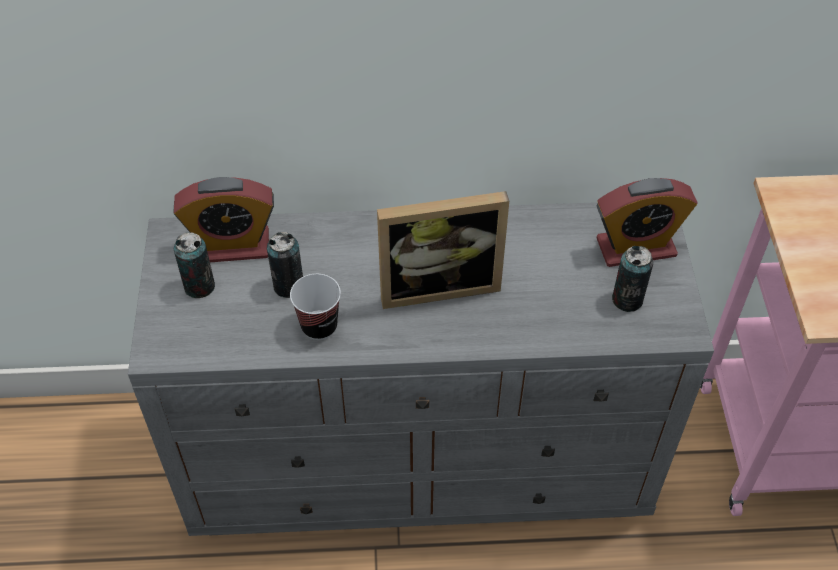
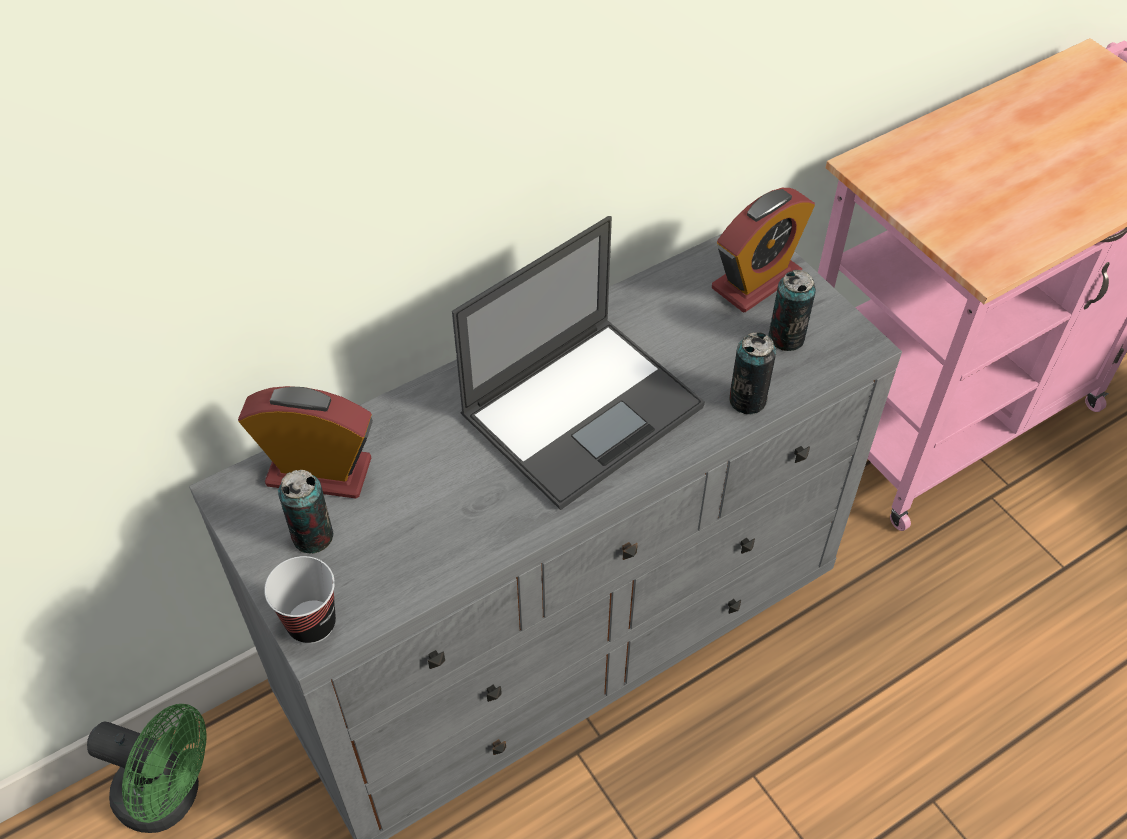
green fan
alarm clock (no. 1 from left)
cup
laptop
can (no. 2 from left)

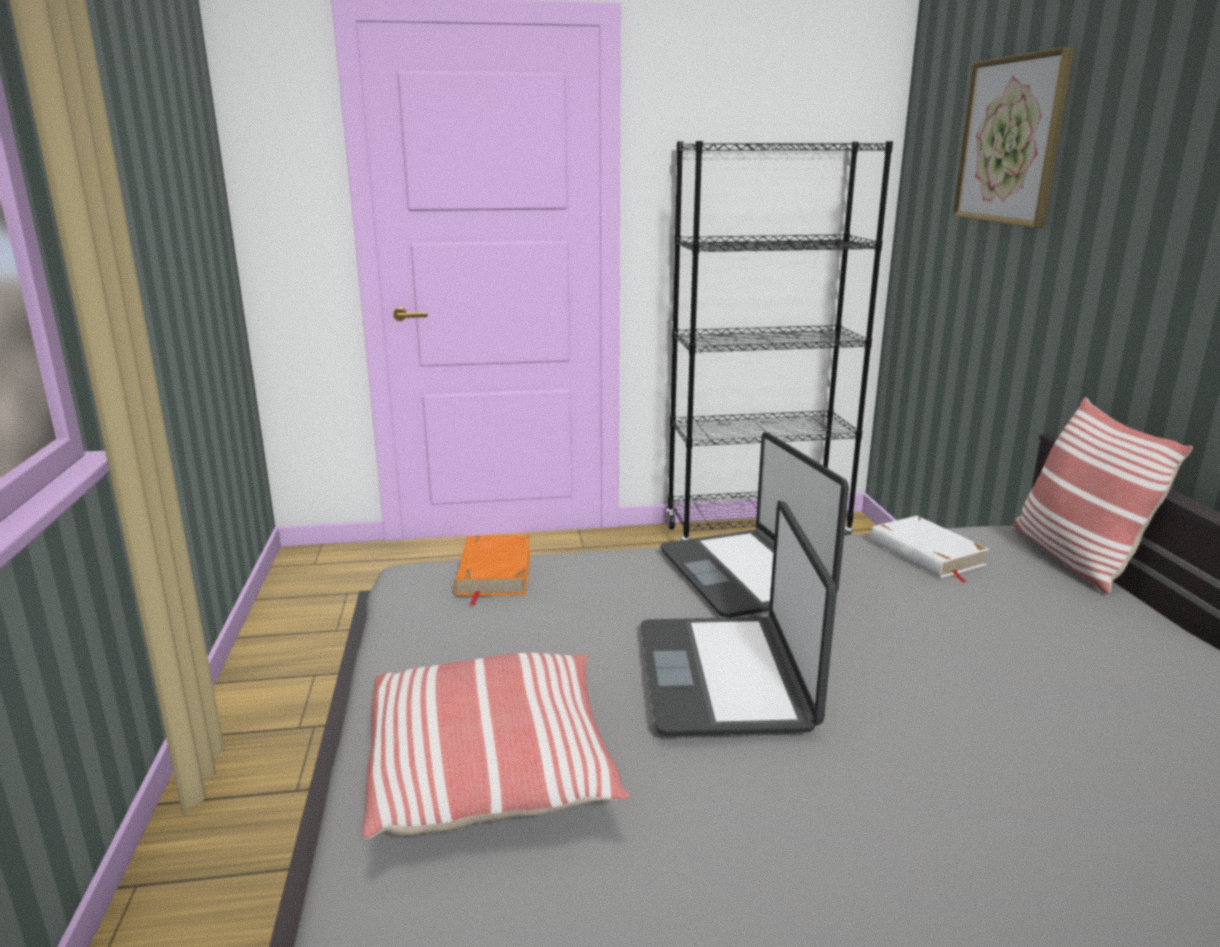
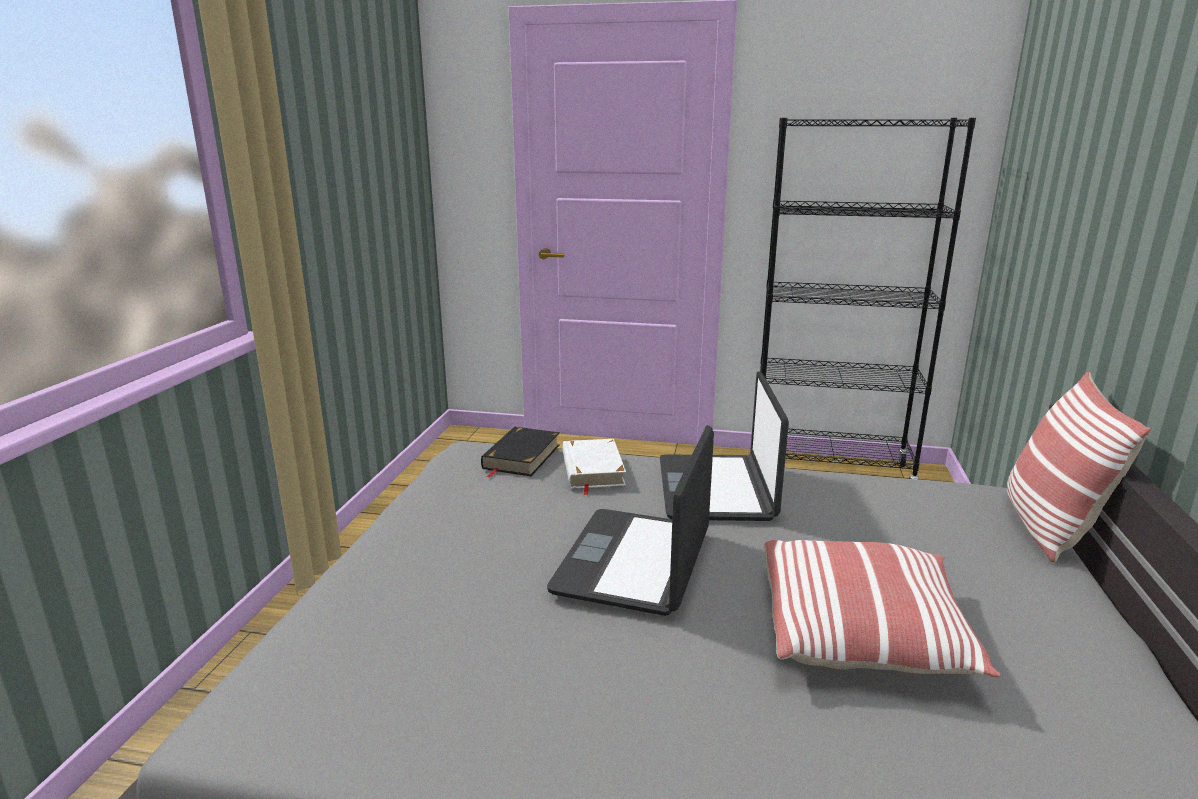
black book
white book
pillow (no. 1 from left)
picture

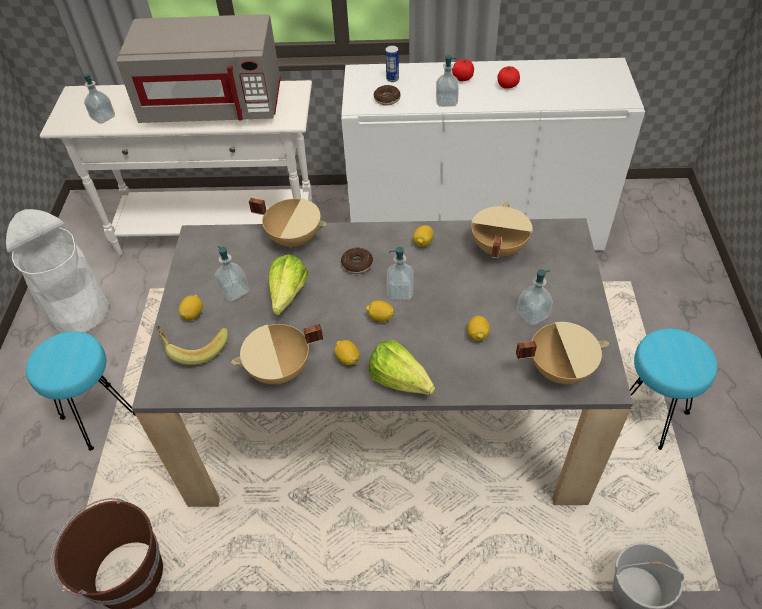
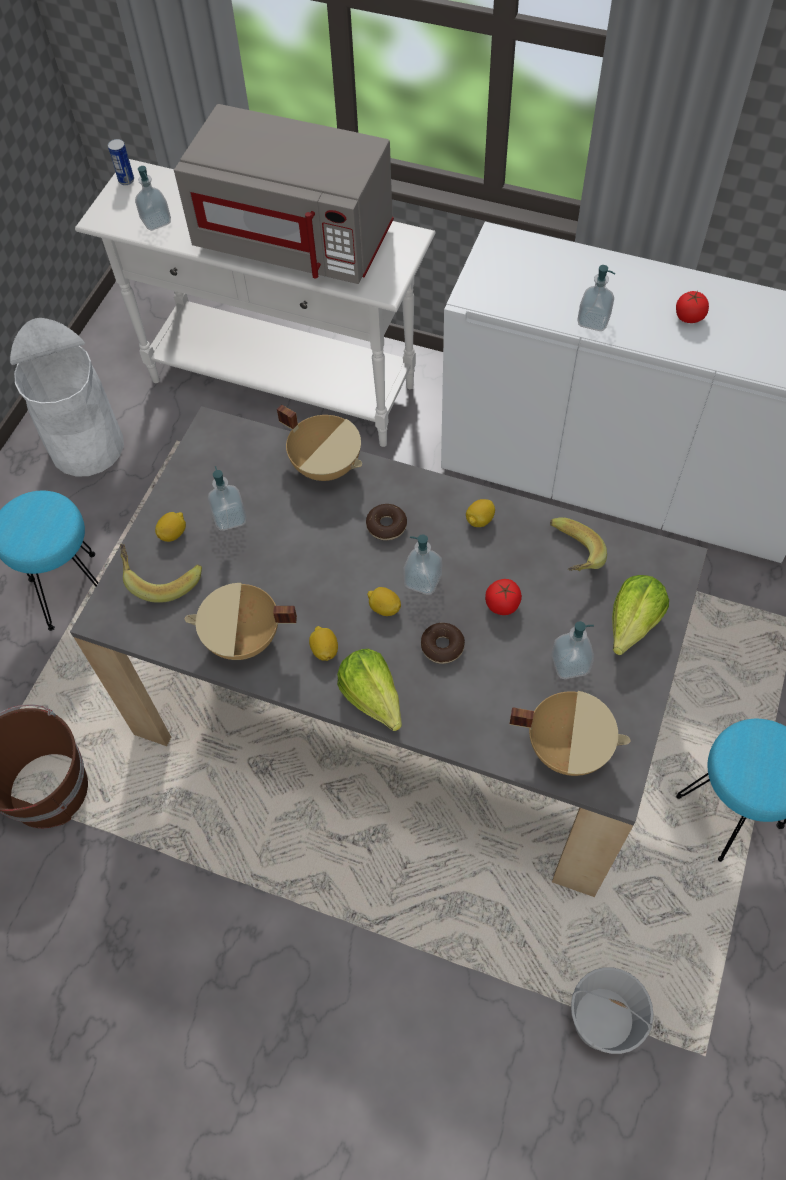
can
donut (no. 2 from left)
tomato (no. 1 from left)
banana (no. 2 from left)
lettuce (no. 2 from left)
lemon (no. 5 from left in the first image)

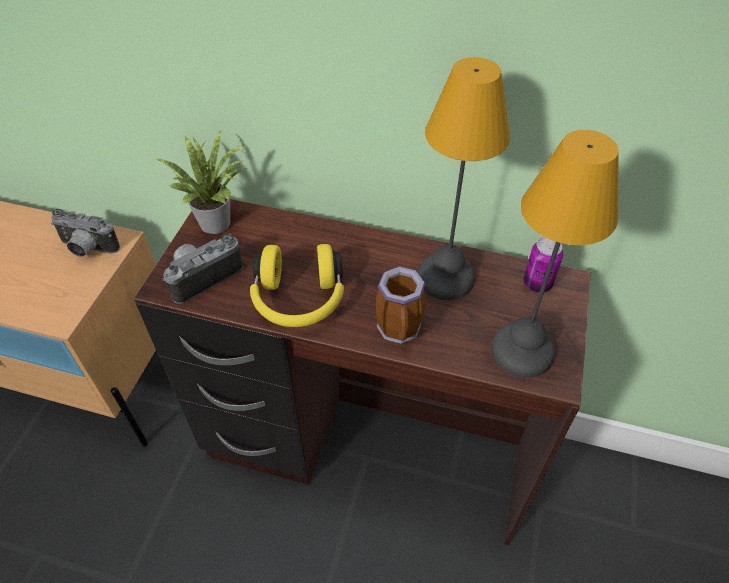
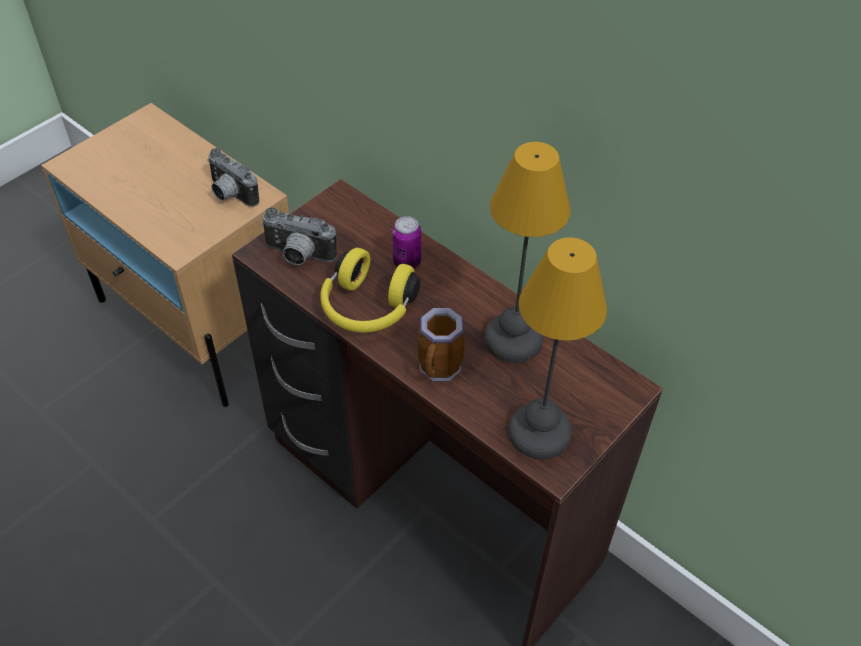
photo camera (no. 2 from left)
can
potted plant

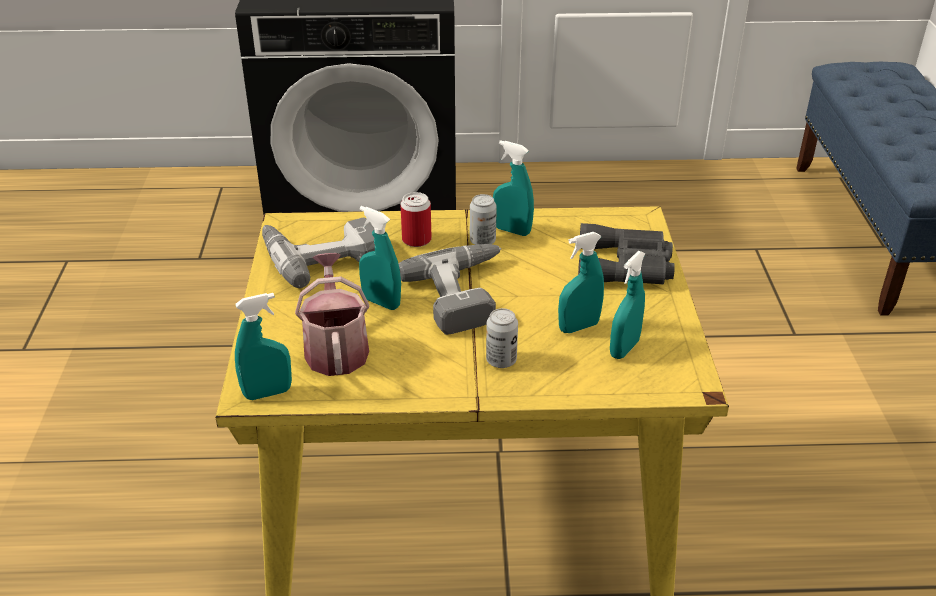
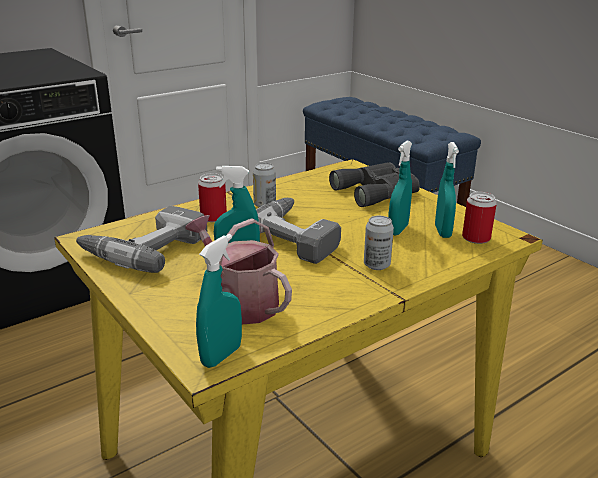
can (no. 4 from left)
turquoise spray bottle (no. 3 from left in the first image)

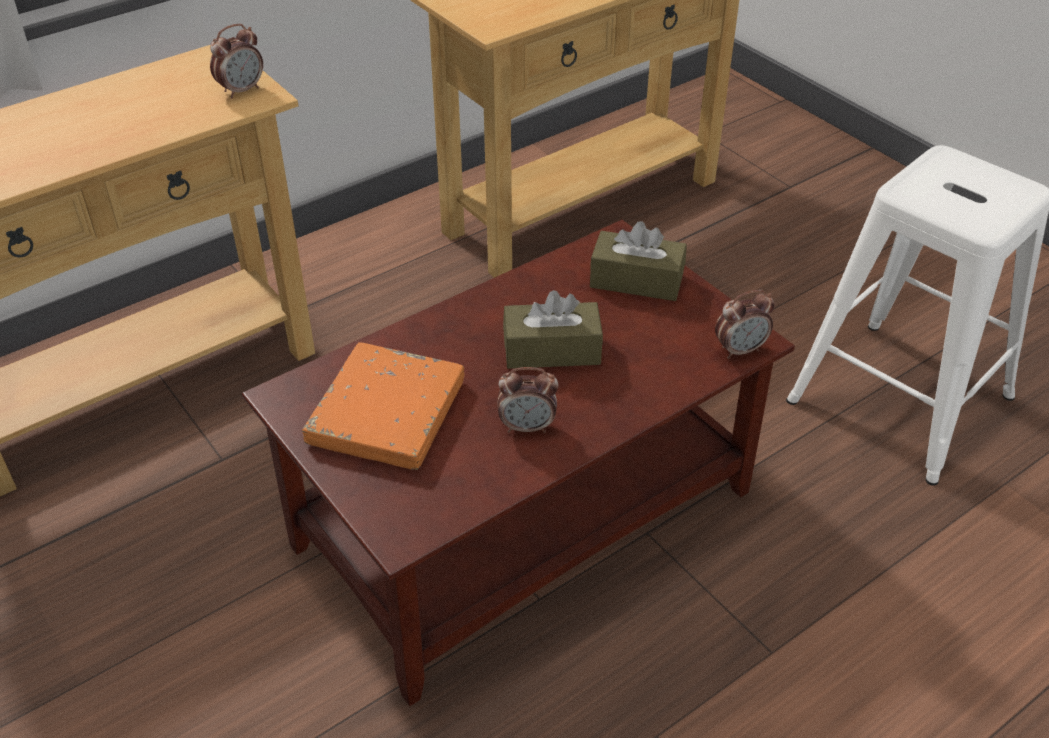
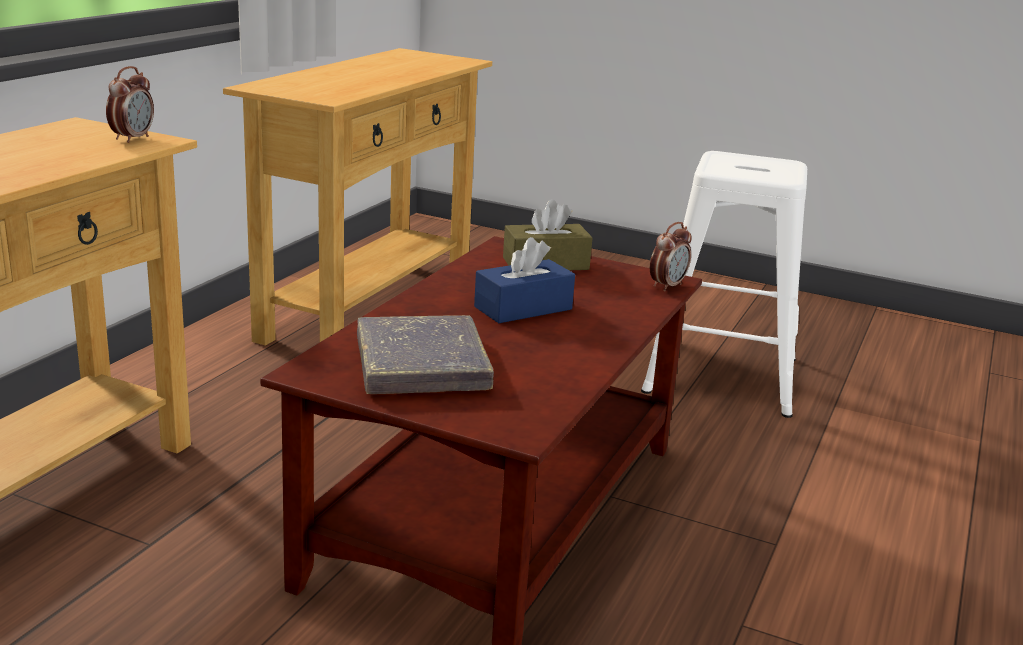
grey book
blue tissue box
alarm clock (no. 2 from left in the first image)

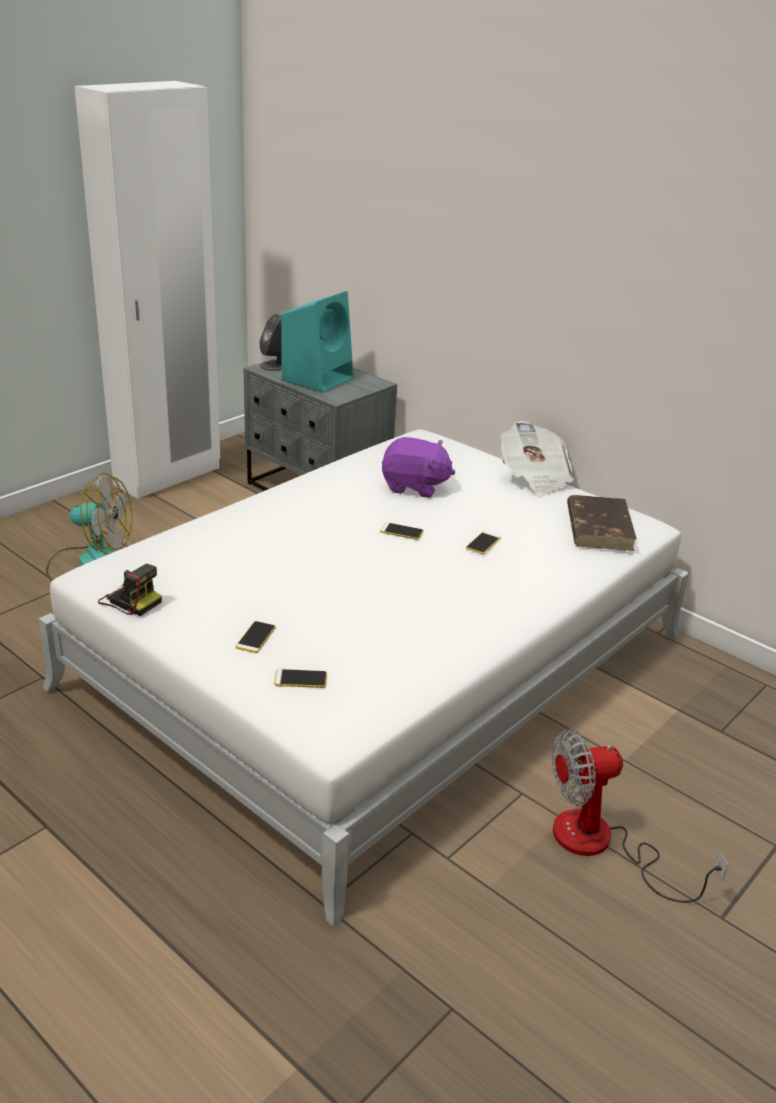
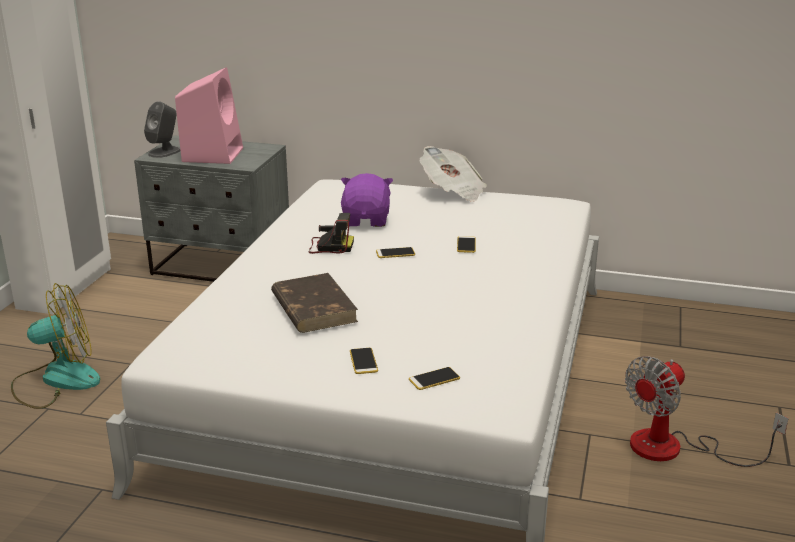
pink speaker
brown book
photo camera
purple plush toy

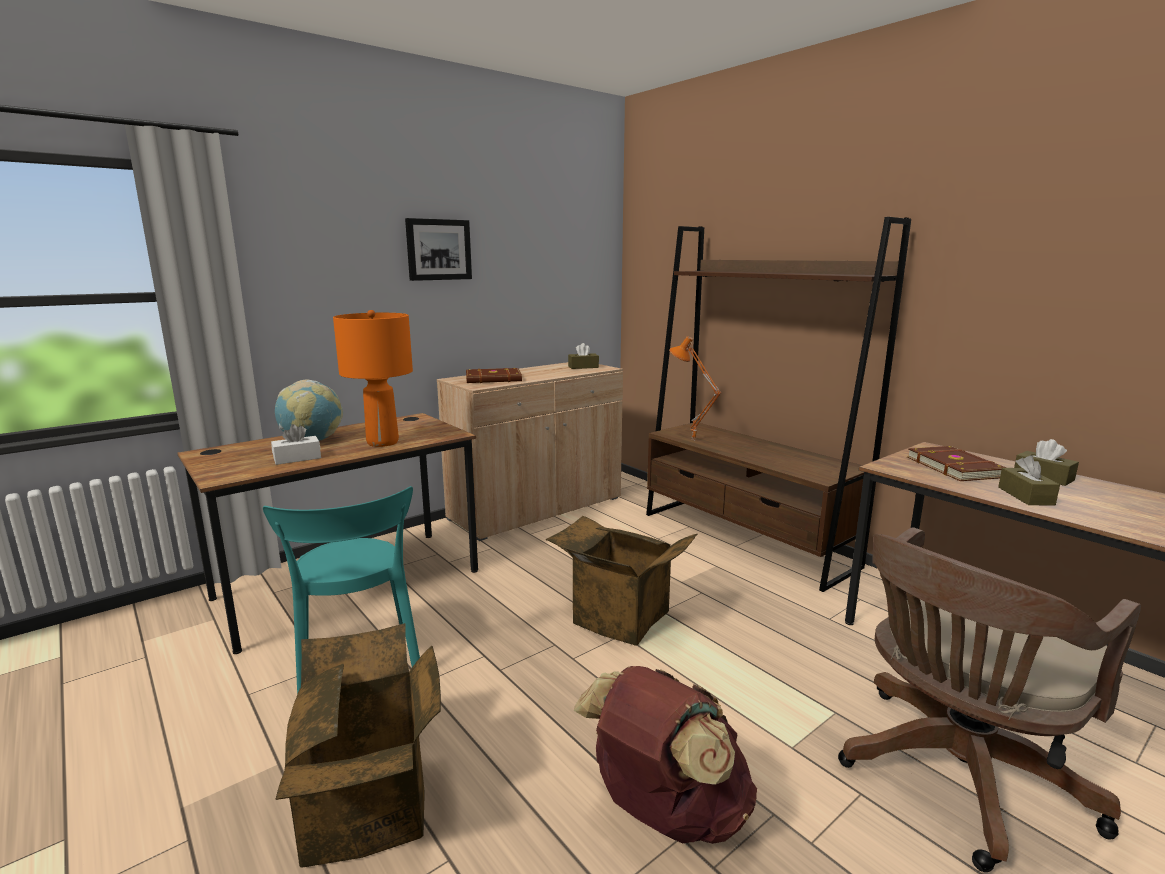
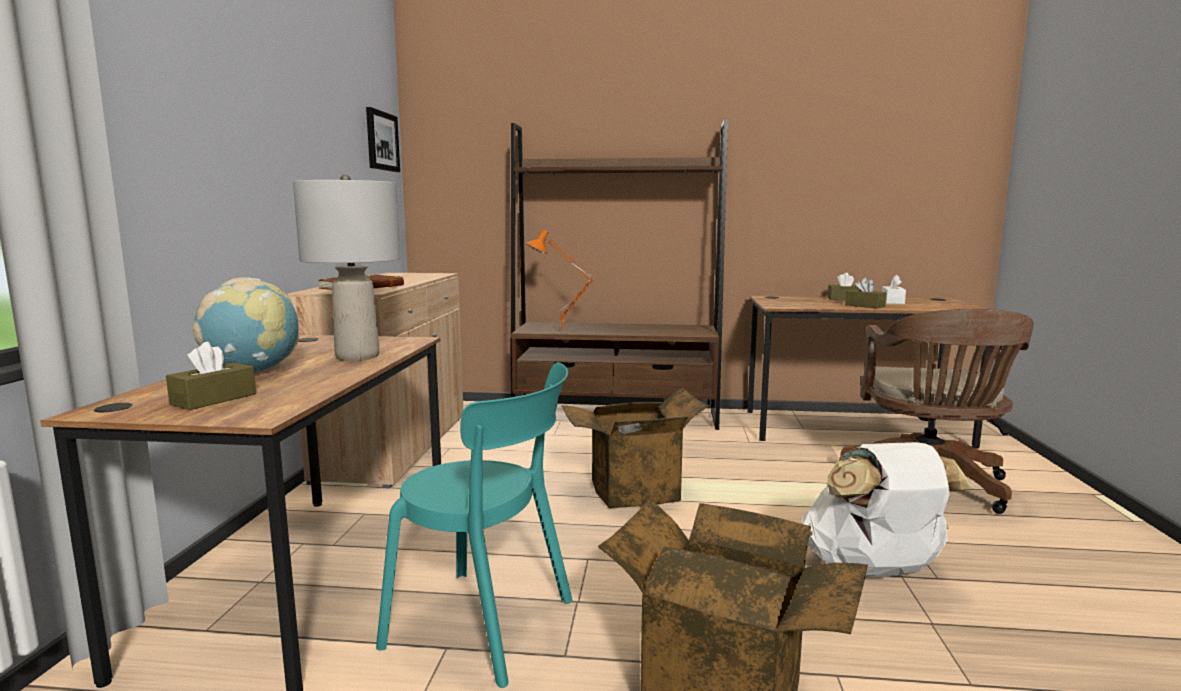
brown tissue box (no. 1 from left)
grey table lamp
picture
white backpack
white tissue box
brown book (no. 2 from left in the first image)

